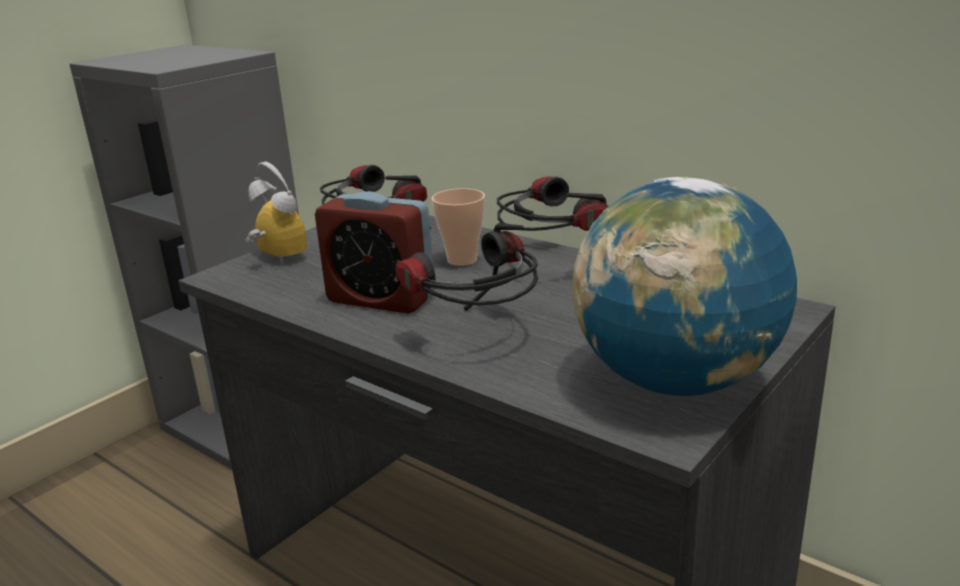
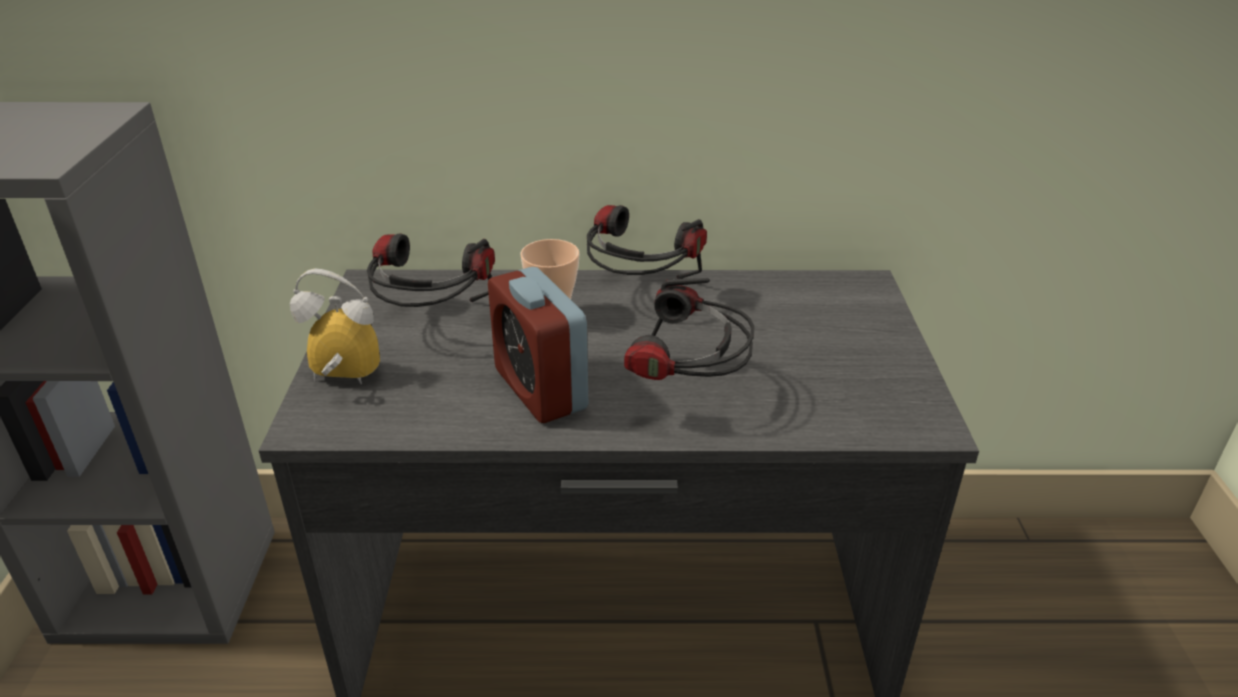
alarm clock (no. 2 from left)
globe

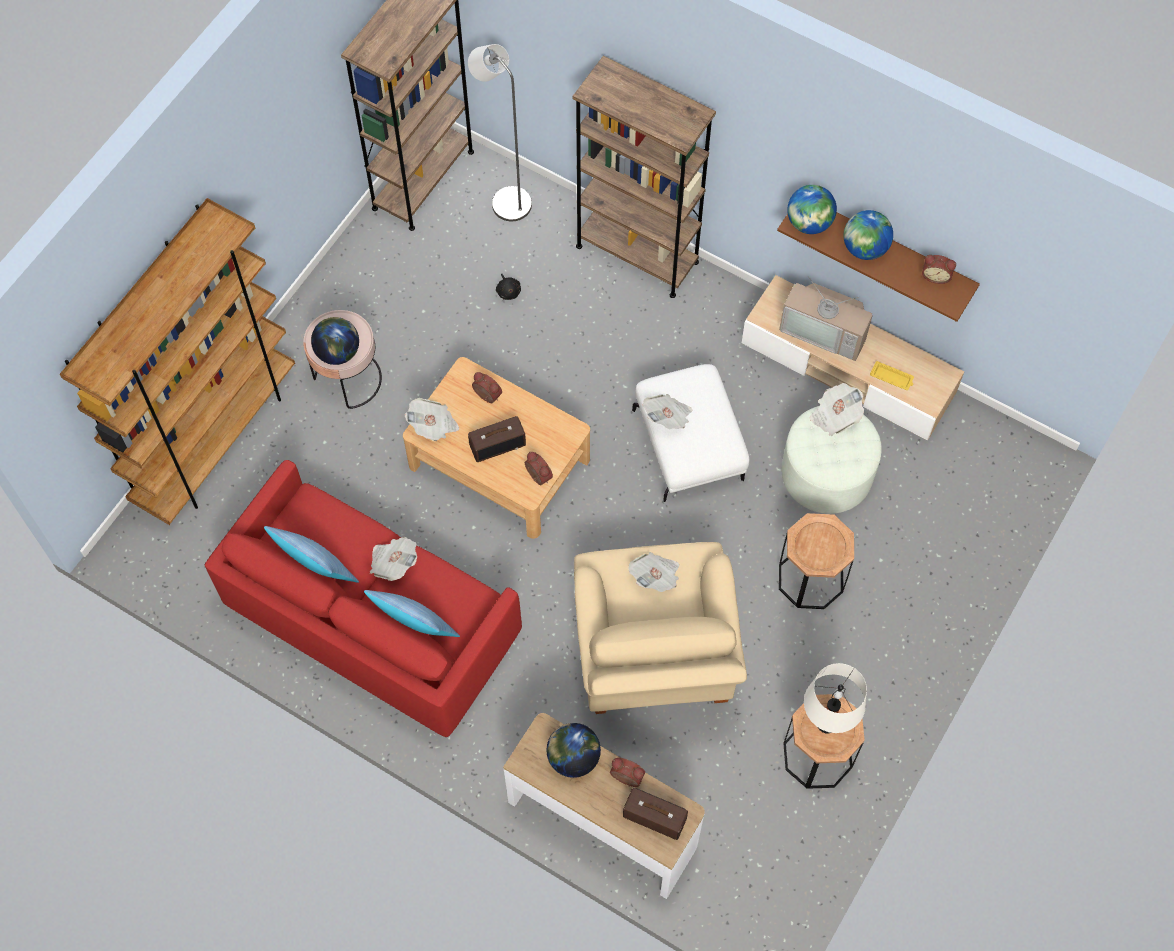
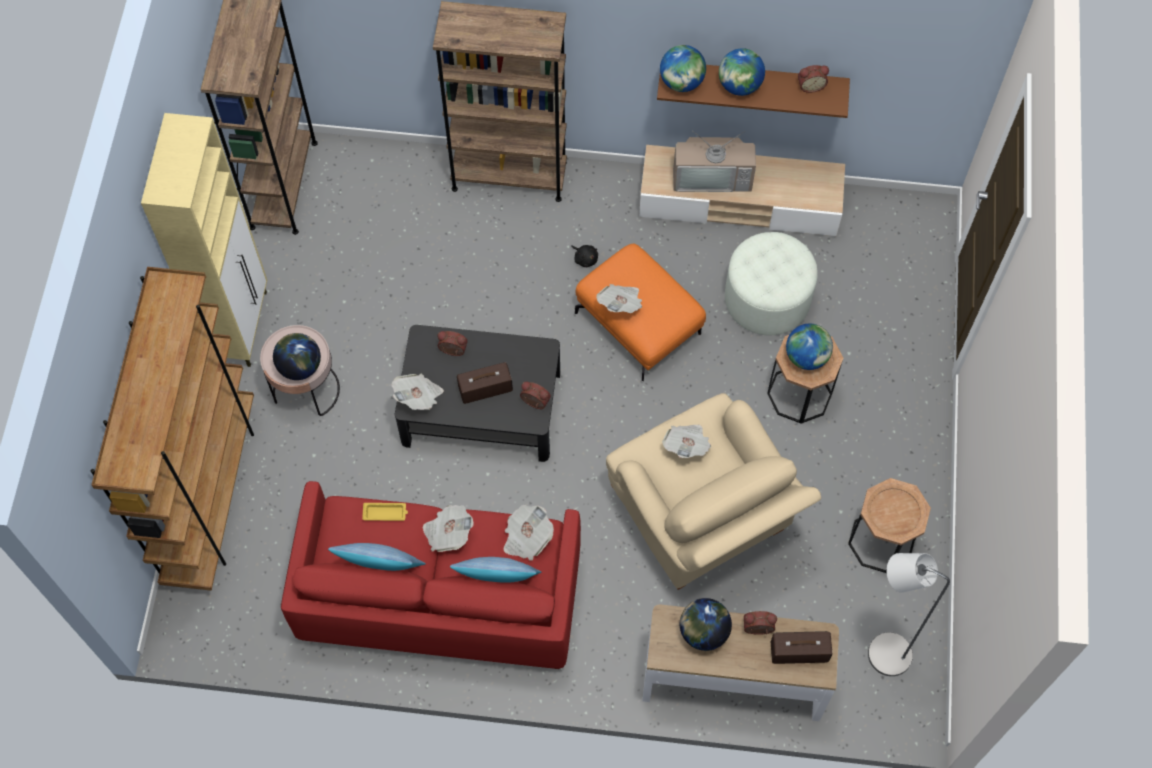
beige cabinet
yellow tray
black coffee table
radio (no. 1 from left)
newspaper (no. 3 from left)
black plush toy
orange ottoman
globe (no. 5 from left)
grey floor lamp
white table lamp

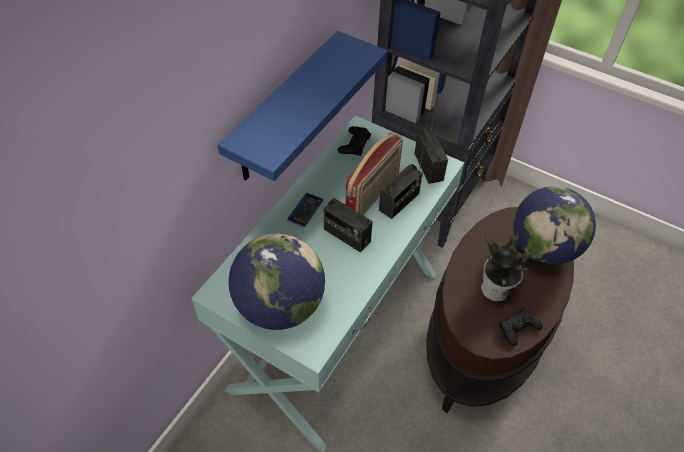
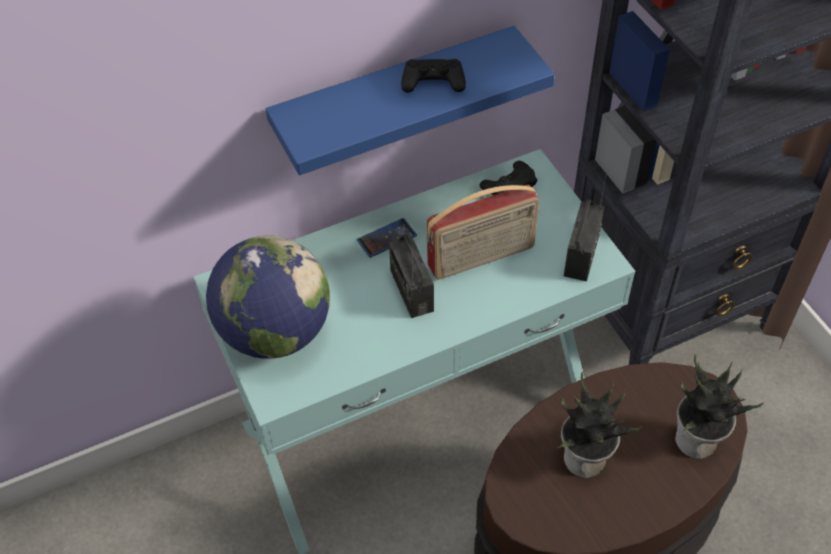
black game controller (no. 1 from left)
potted plant (no. 2 from left)
radio (no. 3 from left in the first image)

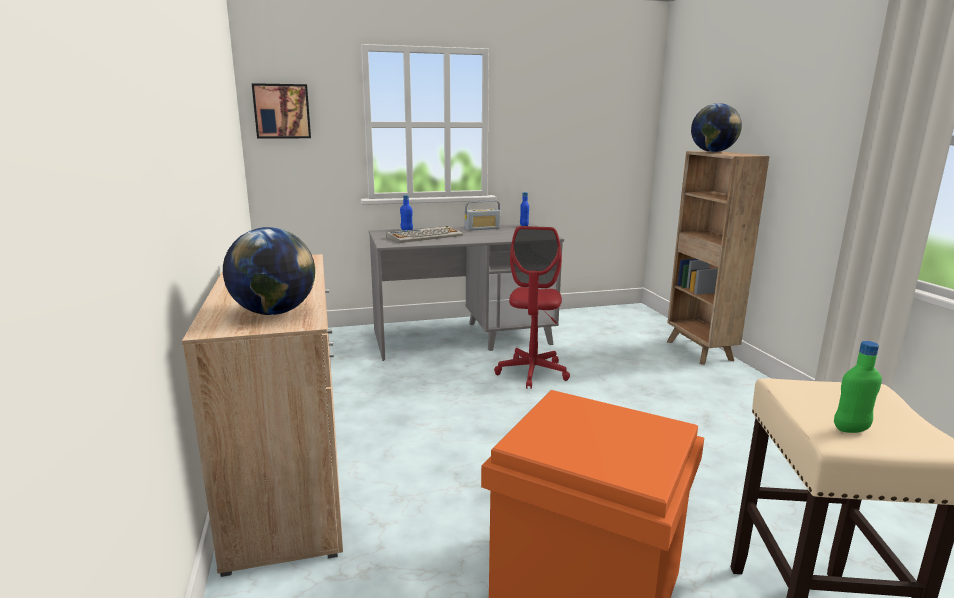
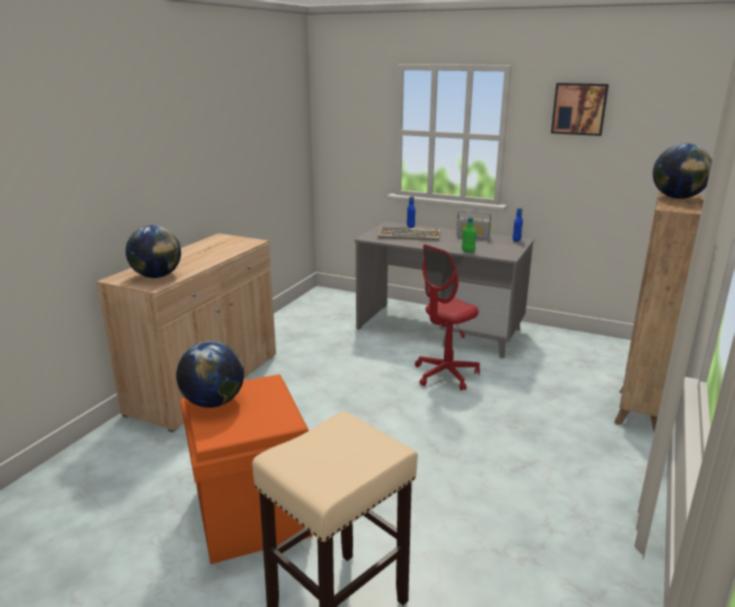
globe (no. 2 from left)
green bottle
picture

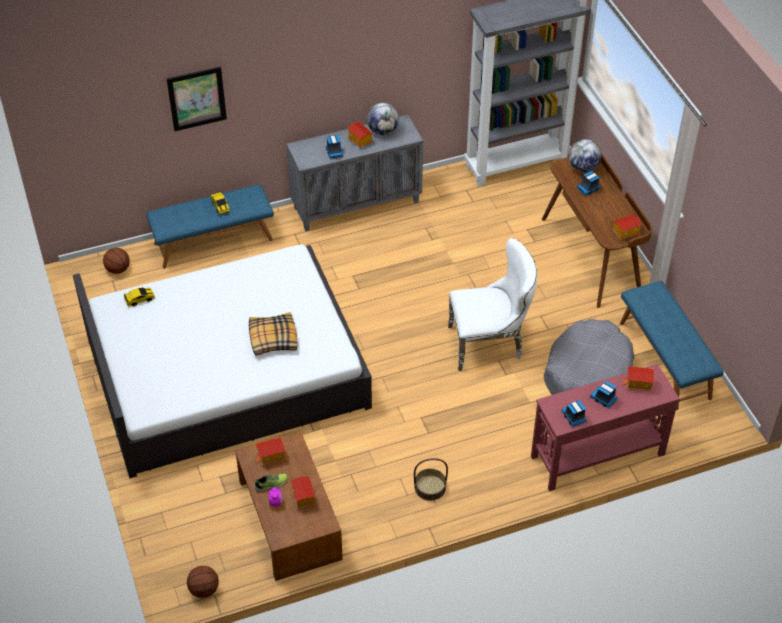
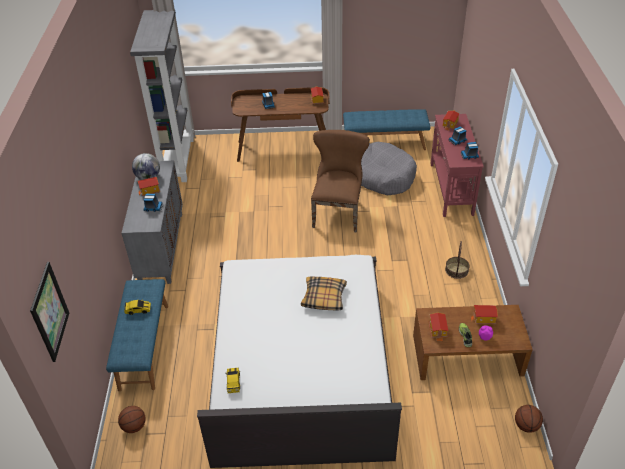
picture
brown chair
globe (no. 2 from left in the first image)

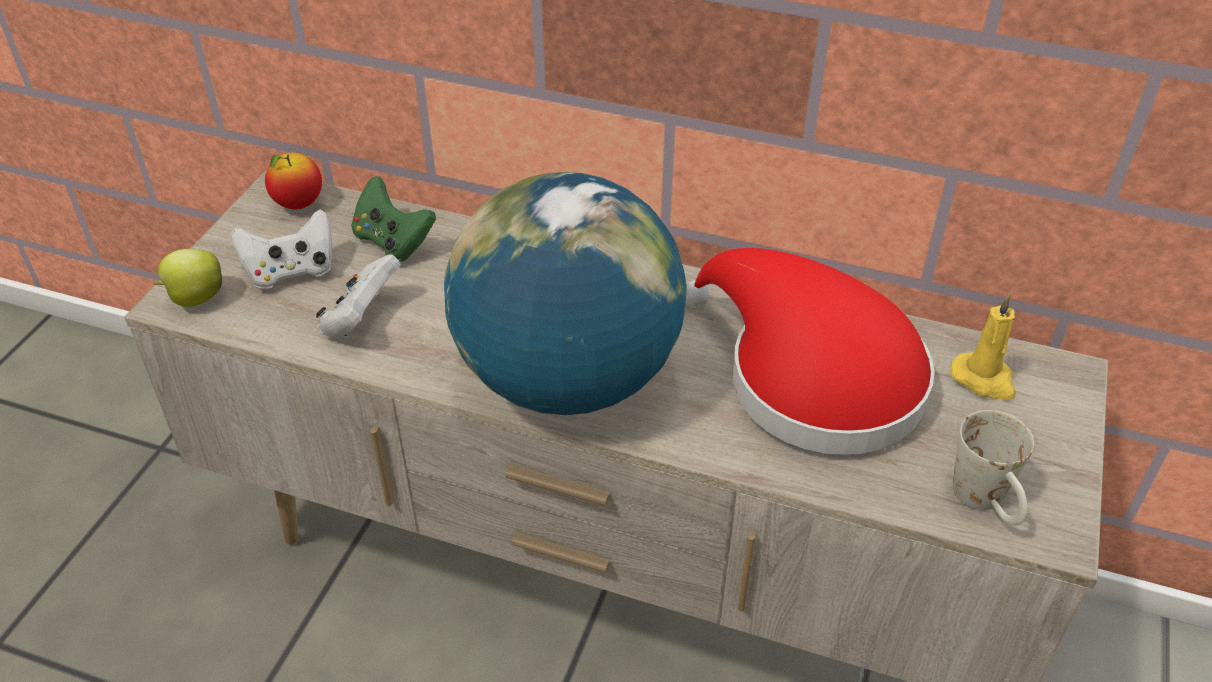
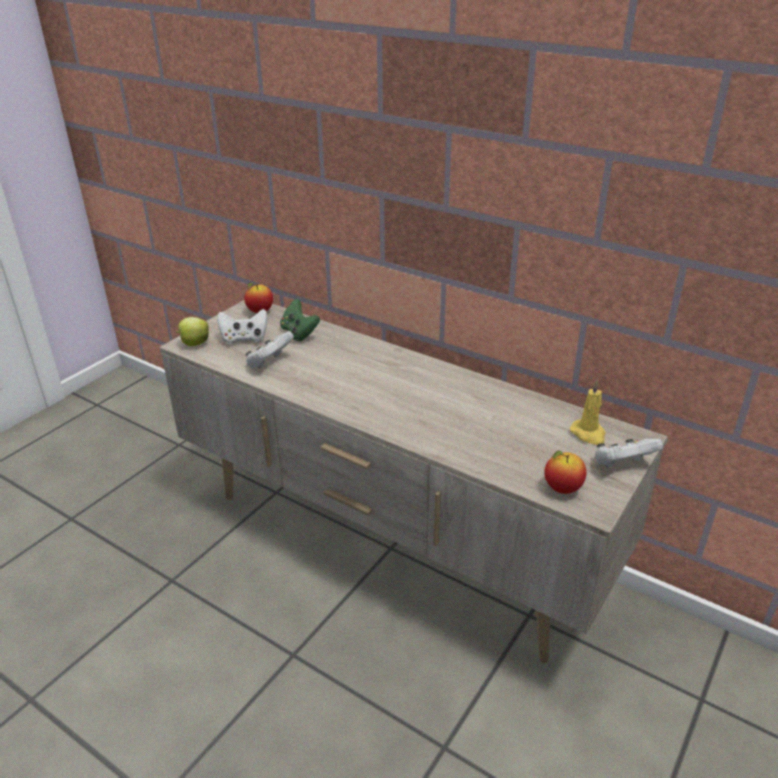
apple (no. 3 from left)
white game controller (no. 3 from left)
globe
red hat

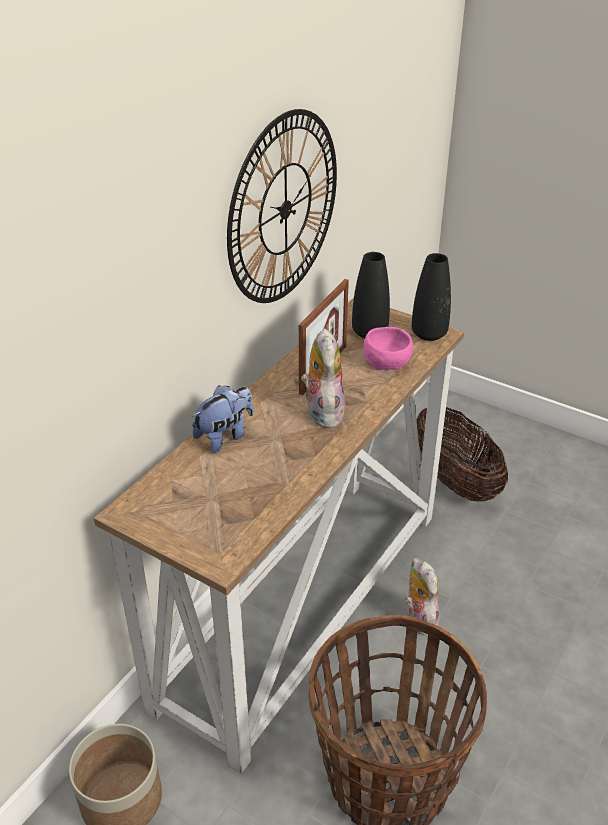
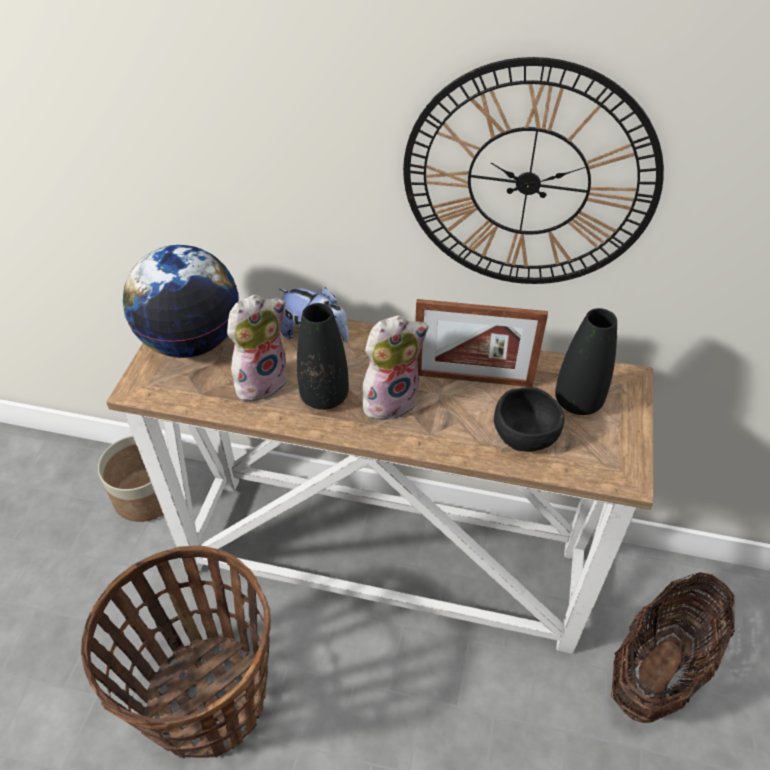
globe
plush toy (no. 1 from left)
black vase (no. 1 from left)
black bowl

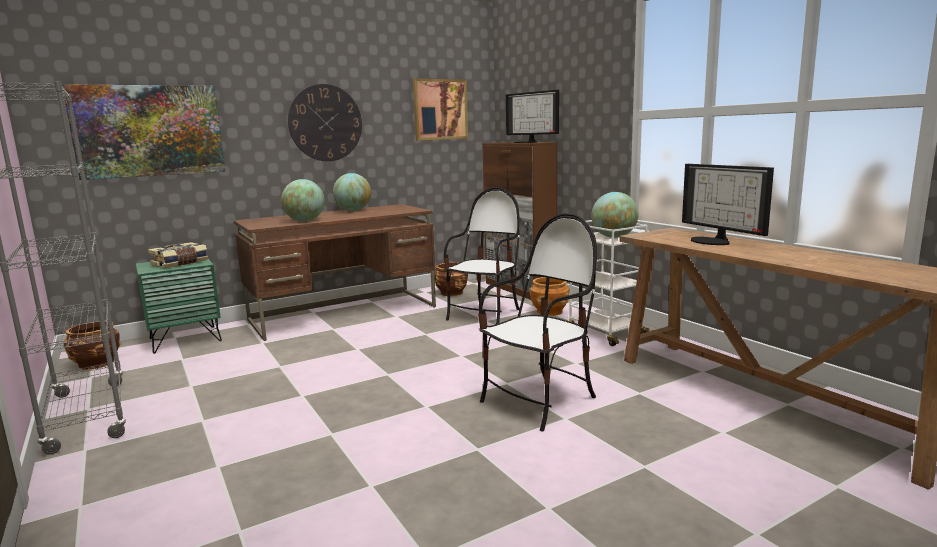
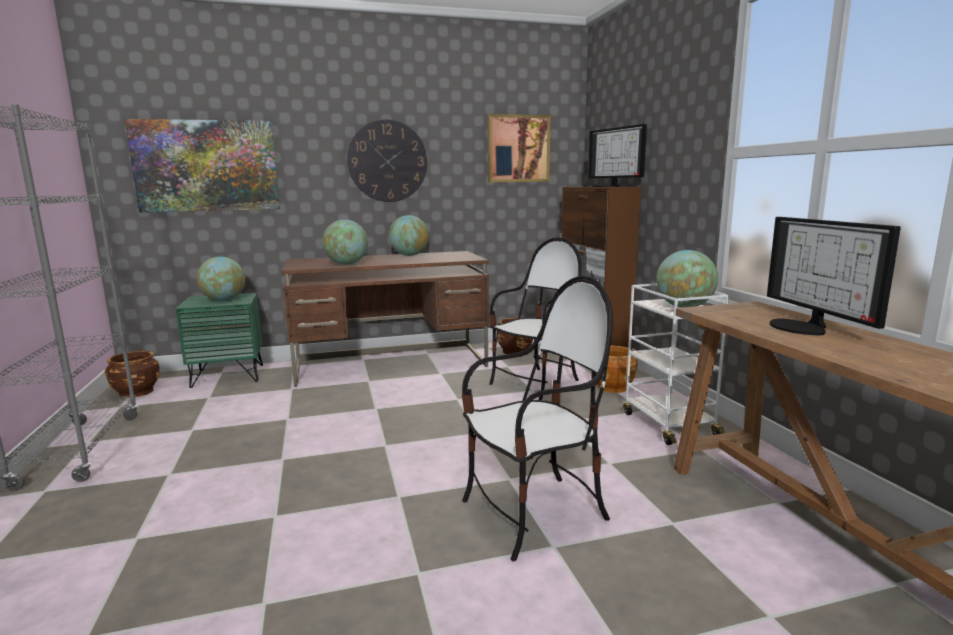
globe (no. 1 from left)

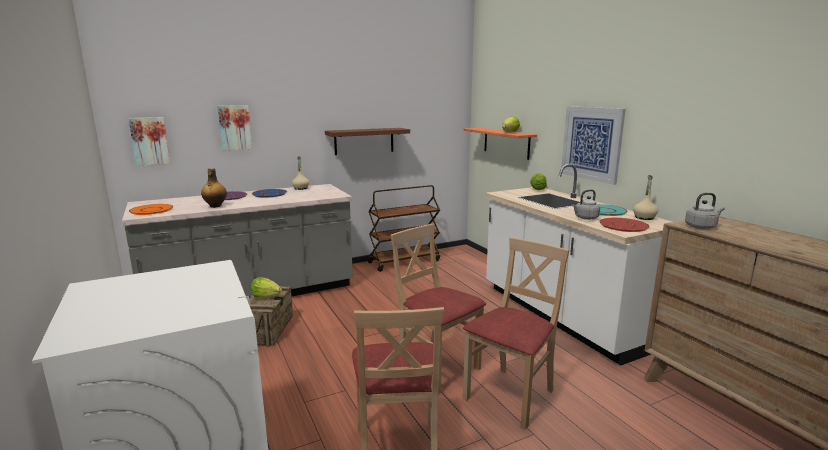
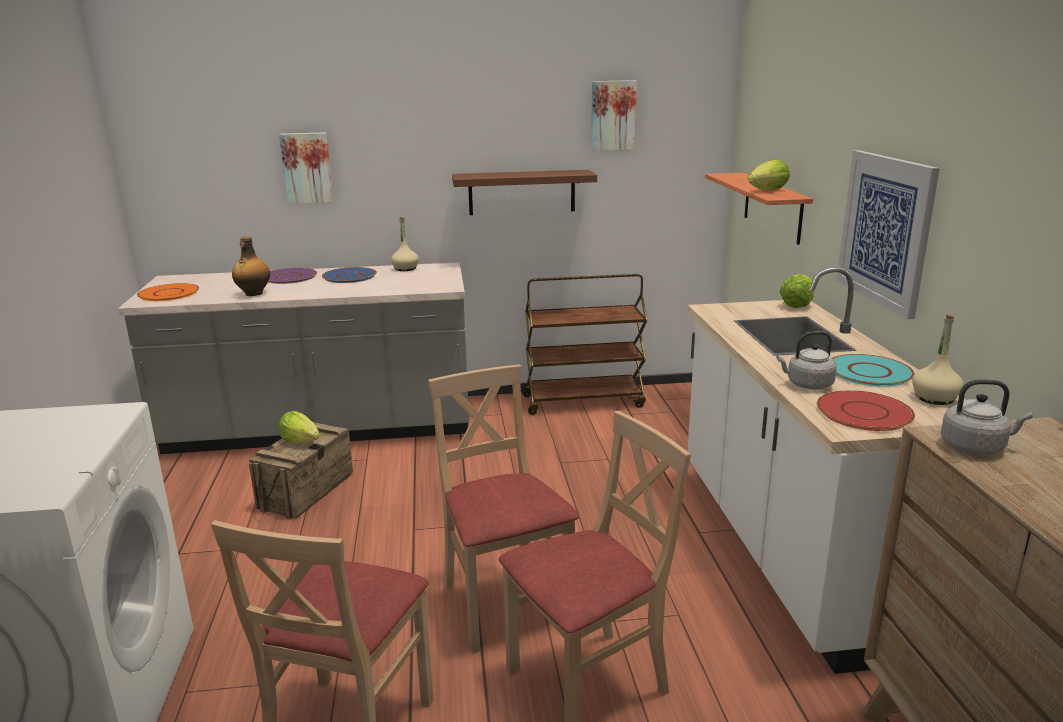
picture (no. 2 from left)

